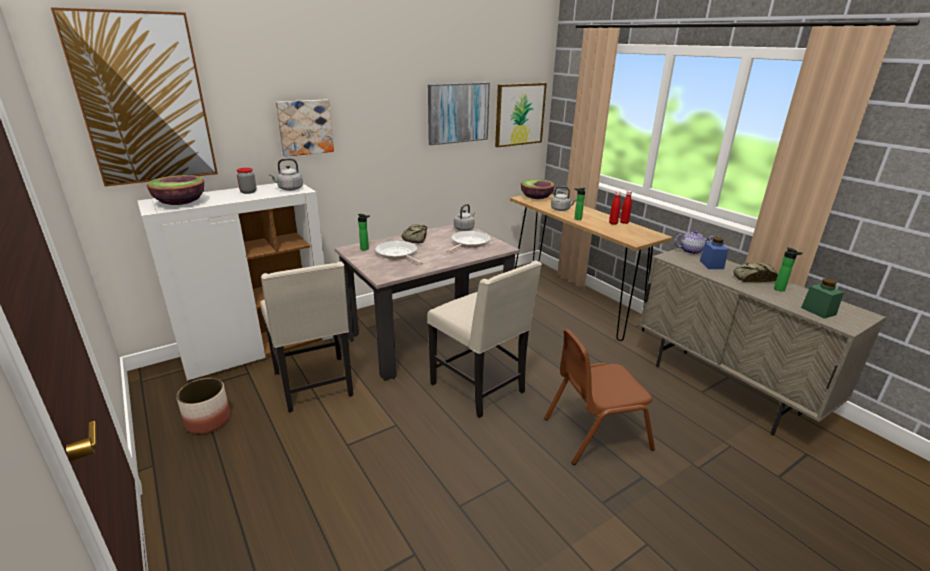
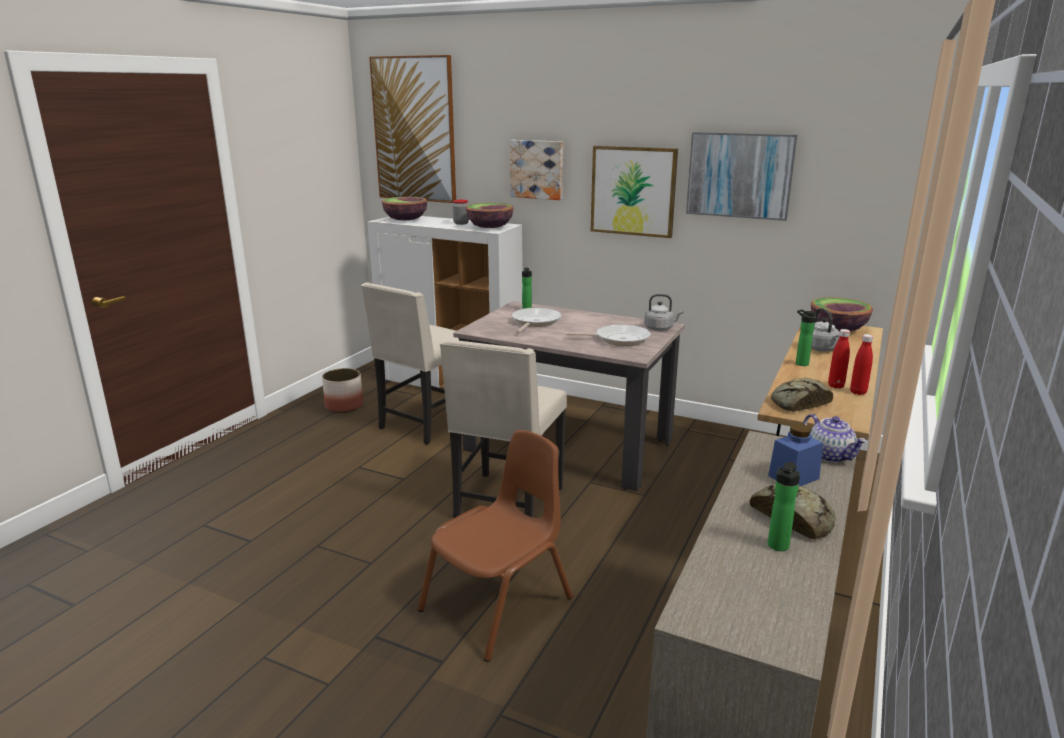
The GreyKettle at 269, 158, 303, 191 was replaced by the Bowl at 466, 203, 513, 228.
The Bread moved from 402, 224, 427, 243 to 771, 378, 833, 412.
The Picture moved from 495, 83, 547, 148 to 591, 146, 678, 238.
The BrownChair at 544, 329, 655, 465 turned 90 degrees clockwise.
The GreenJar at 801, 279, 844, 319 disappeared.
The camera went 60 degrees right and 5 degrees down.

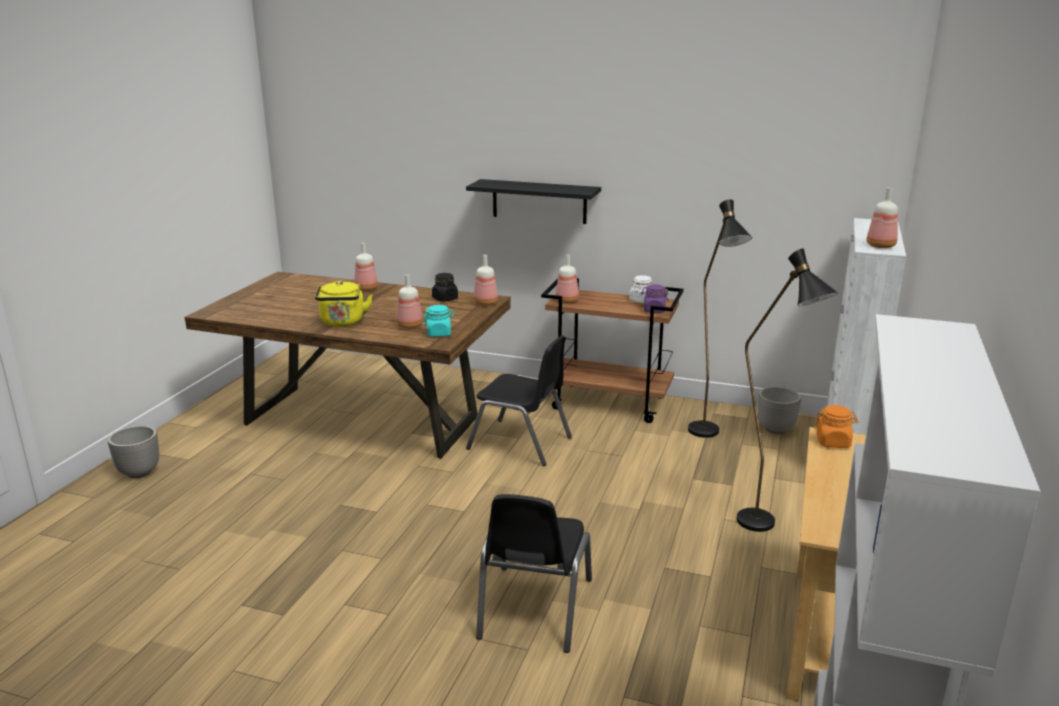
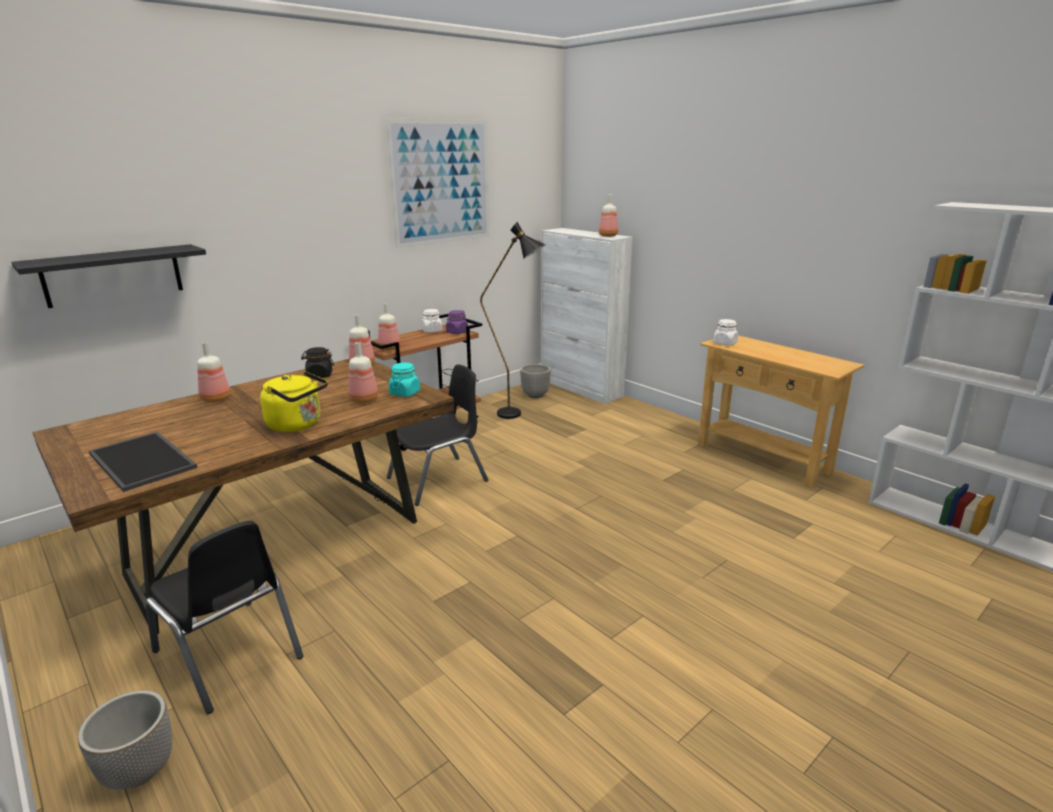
The BlackShelf moved from 466, 179, 601, 224 to 11, 244, 206, 308.
The BlackChair moved from 476, 494, 592, 653 to 145, 521, 303, 714.
The BlackFloorLamp at 737, 248, 838, 532 disappeared.
The OrangeJar at 814, 405, 858, 448 became the WhiteJar at 713, 319, 738, 346.
The Tray at 89, 432, 197, 492 appeared.
The Picture at 386, 119, 490, 248 appeared.
The camera went 60 degrees left and 0 degrees up.

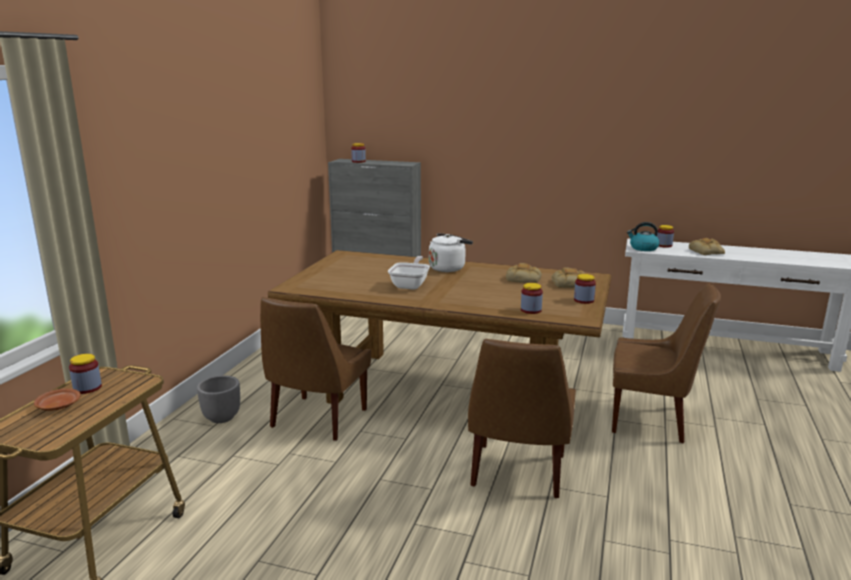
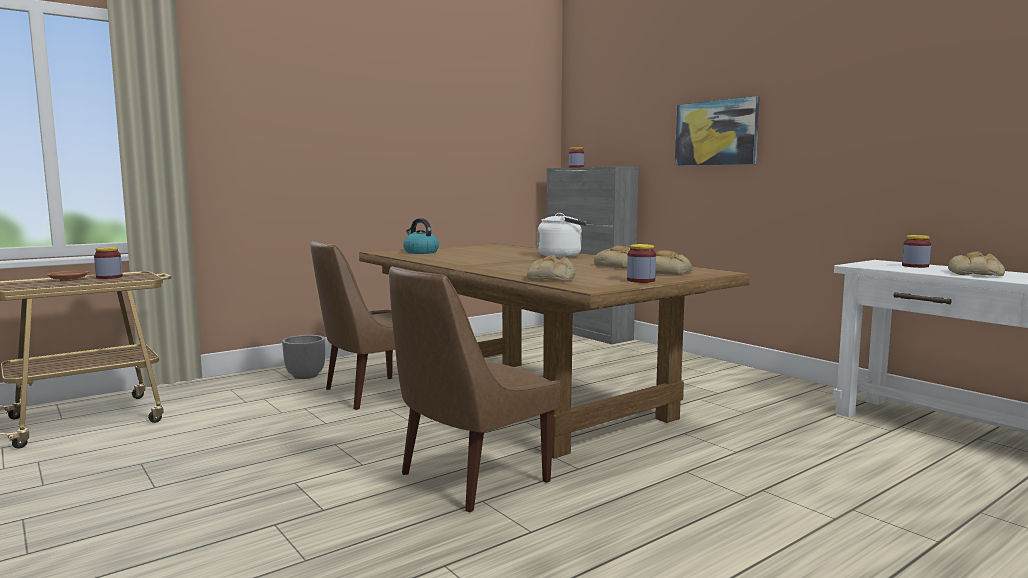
The FryingPan at 388, 256, 430, 290 disappeared.
The Jar at 521, 283, 543, 314 was replaced by the Bread at 527, 255, 576, 281.
The BrownChair at 612, 283, 721, 443 disappeared.
The Kettle moved from 627, 222, 660, 251 to 403, 218, 439, 254.
The Picture at 675, 96, 760, 166 appeared.
The camera went 35 degrees right and 10 degrees down.

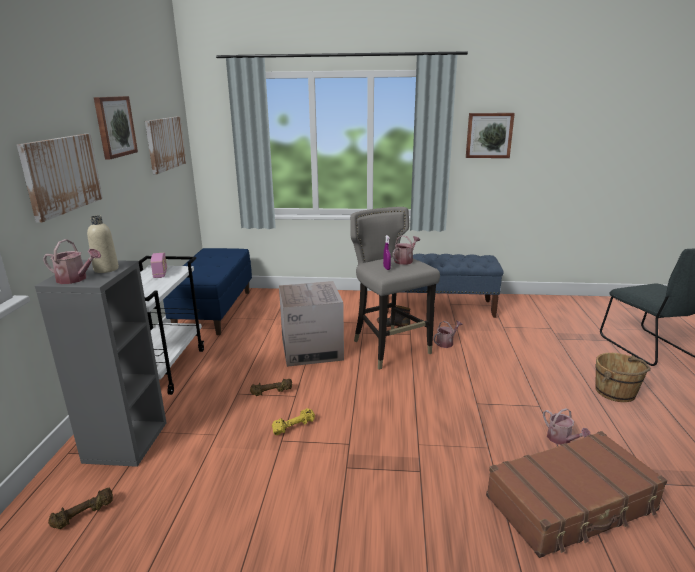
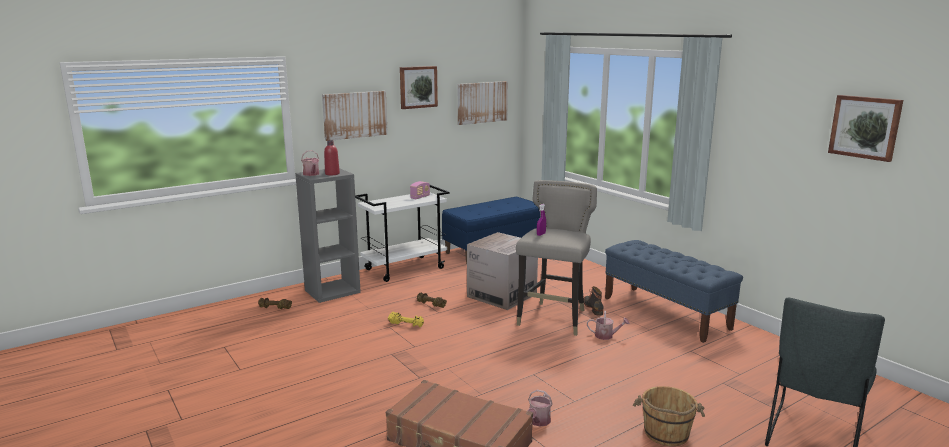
The BeigeBottle at 87, 215, 119, 273 became the RedBottle at 324, 140, 340, 175.
The WateringCan at 393, 235, 420, 265 disappeared.
The Picture moved from 466, 113, 515, 158 to 828, 95, 903, 162.
The camera went 50 degrees right and 5 degrees down.

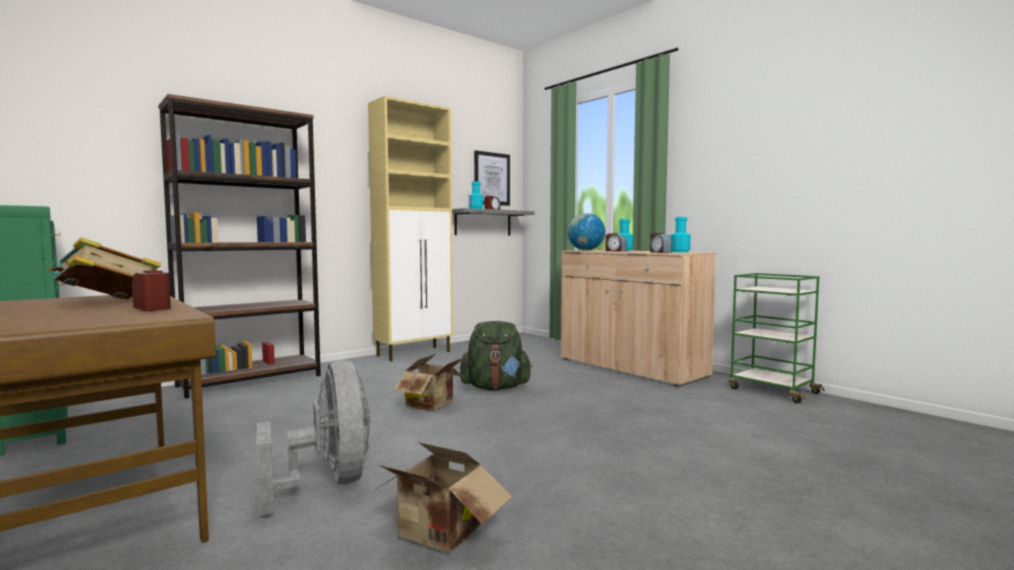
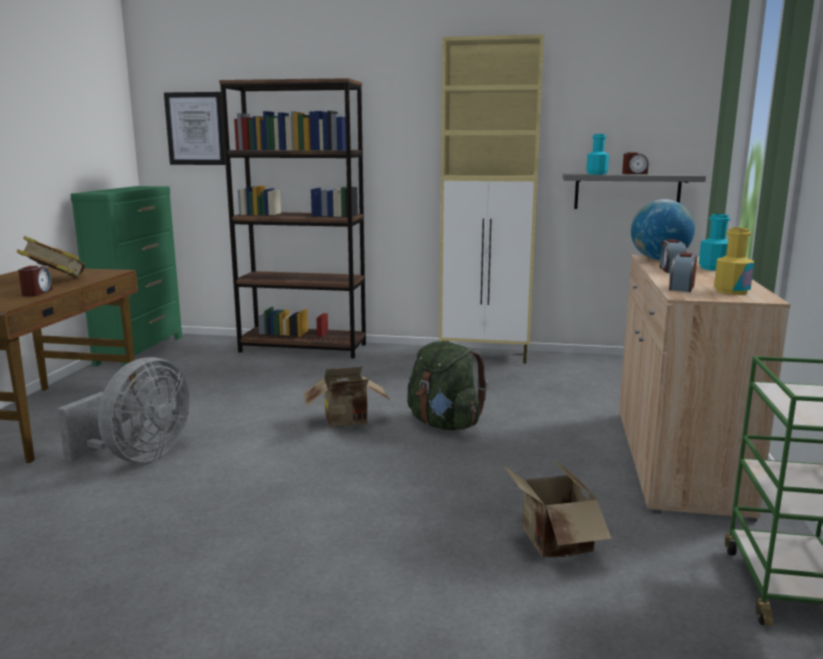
The CardboardBox moved from 373, 442, 512, 553 to 502, 459, 612, 558.
The Picture moved from 474, 150, 510, 206 to 164, 92, 226, 165.
The TurquoiseBottle at 671, 217, 691, 252 became the YellowBottle at 714, 227, 754, 295.
The camera went 50 degrees right and 10 degrees up.

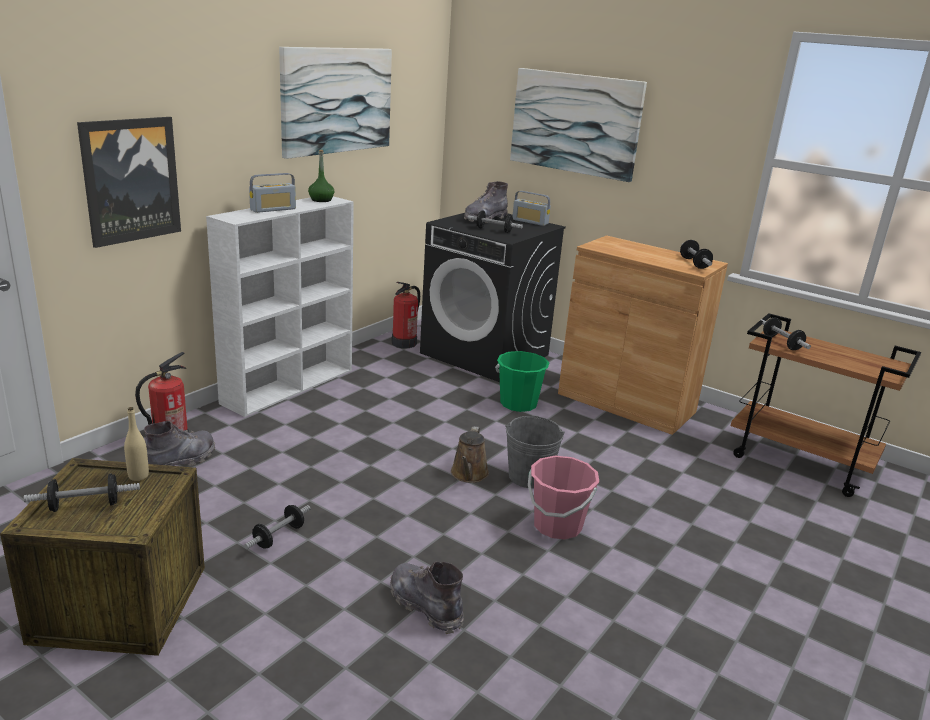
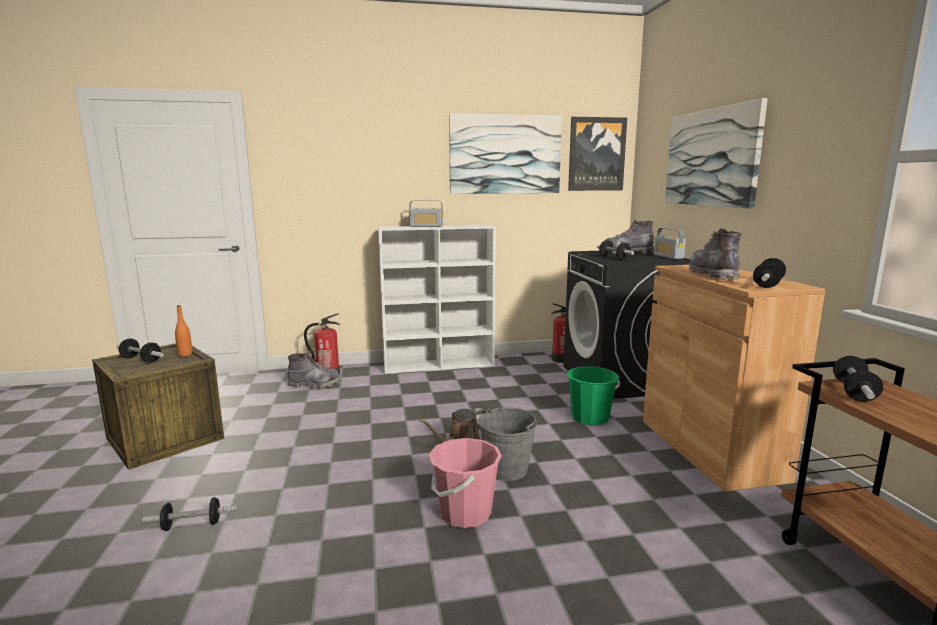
The Picture moved from 77, 117, 181, 248 to 568, 117, 627, 191.
The BeigeBottle at 124, 407, 149, 481 became the OrangeBottle at 175, 305, 192, 357.
The Dumbbell moved from 244, 505, 311, 549 to 142, 497, 237, 531.
The GreenBottle at 308, 150, 334, 202 disappeared.
The GreyBoot moved from 390, 562, 464, 634 to 689, 228, 742, 280.
The camera went 45 degrees right and 10 degrees down.

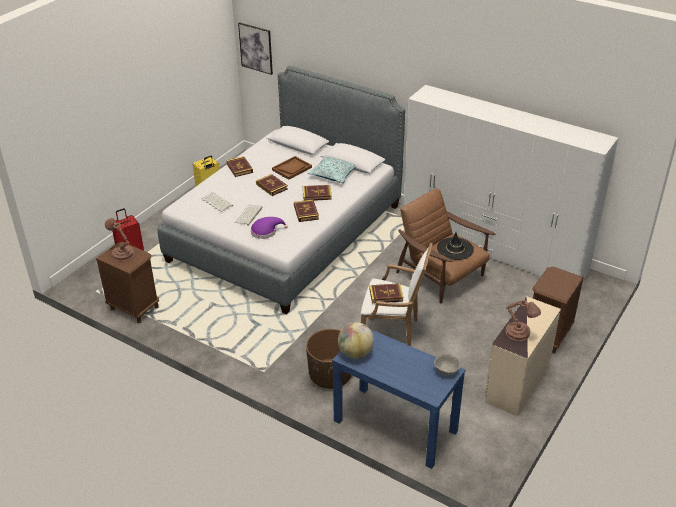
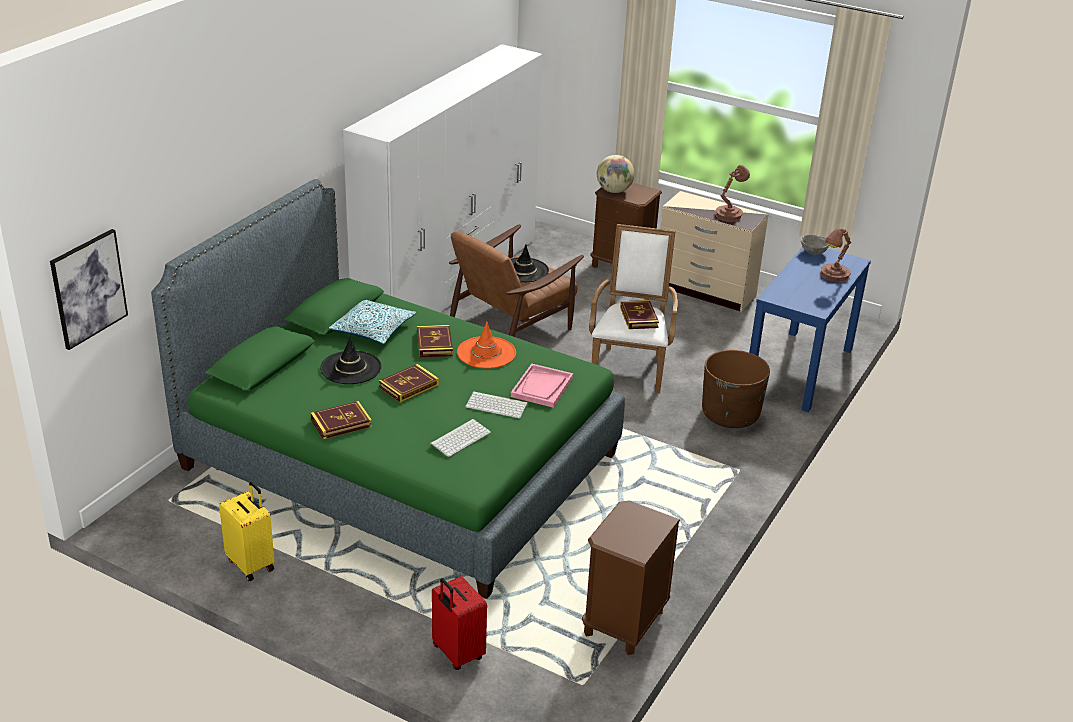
The BrownTableLamp moved from 105, 218, 134, 261 to 820, 228, 851, 282.
The GreyBed at 158, 66, 405, 315 became the GreenBed at 151, 179, 625, 599.
The PurpleHat at 251, 217, 288, 239 was replaced by the PinkTray at 511, 364, 573, 408.
The BrownTray at 272, 156, 312, 180 was replaced by the BlackHat at 320, 336, 382, 384.
The Book at 294, 200, 319, 222 was replaced by the OrangeHat at 457, 321, 516, 369.
The Globe moved from 338, 322, 374, 359 to 597, 155, 634, 193.
The camera went 95 degrees left and 5 degrees down.

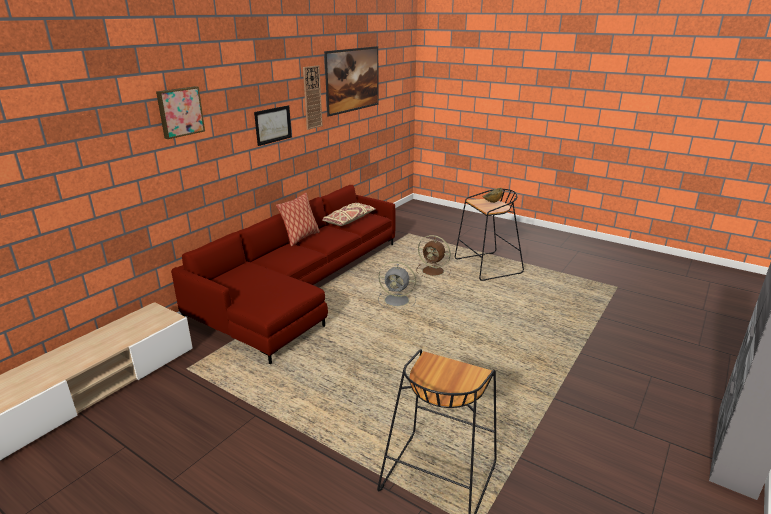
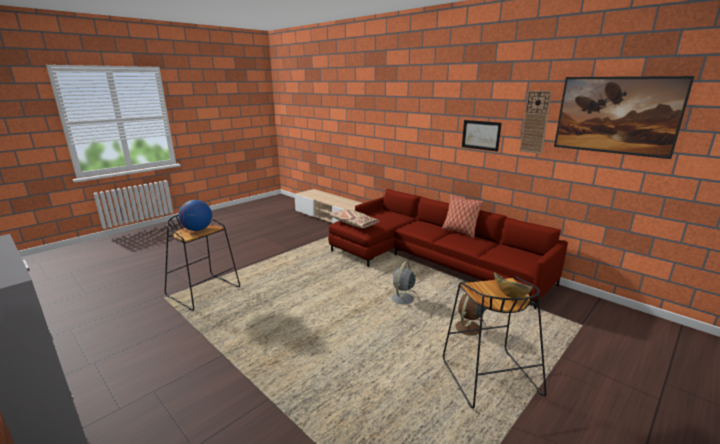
The Picture at 156, 86, 205, 139 disappeared.
The BeigePillow moved from 322, 203, 376, 226 to 330, 209, 380, 228.
The Globe at 178, 200, 212, 231 appeared.
The camera went 100 degrees right and 5 degrees down.

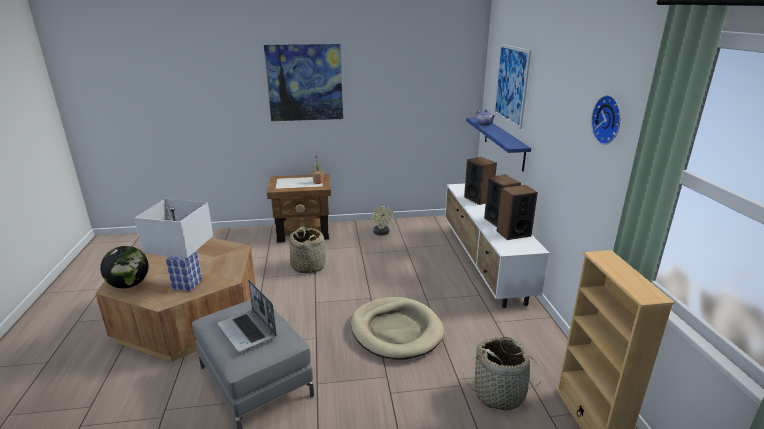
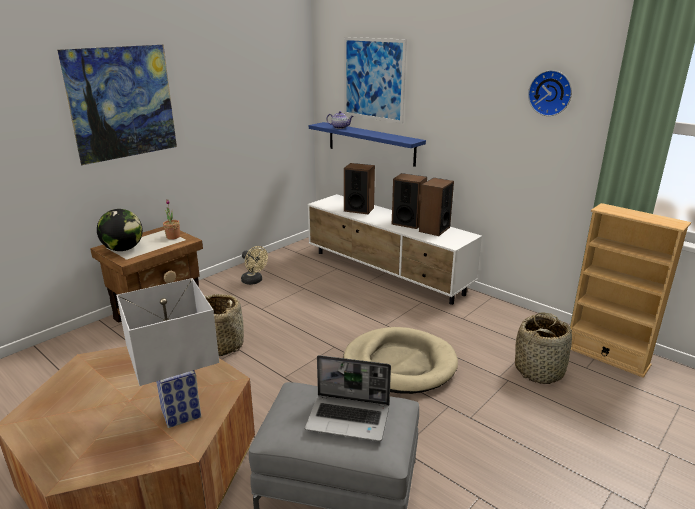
The Globe moved from 100, 246, 149, 288 to 97, 209, 143, 251.
The camera went 40 degrees left and 0 degrees up.

